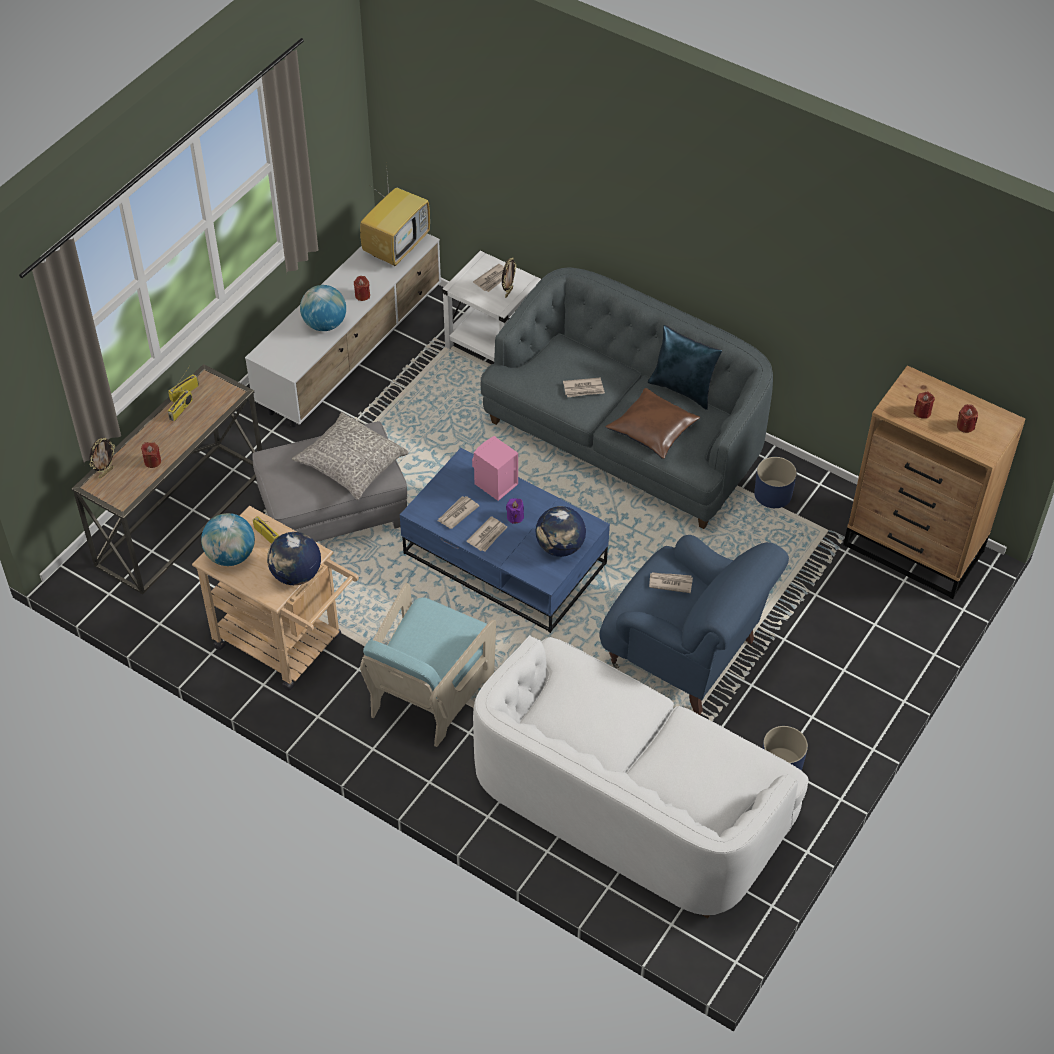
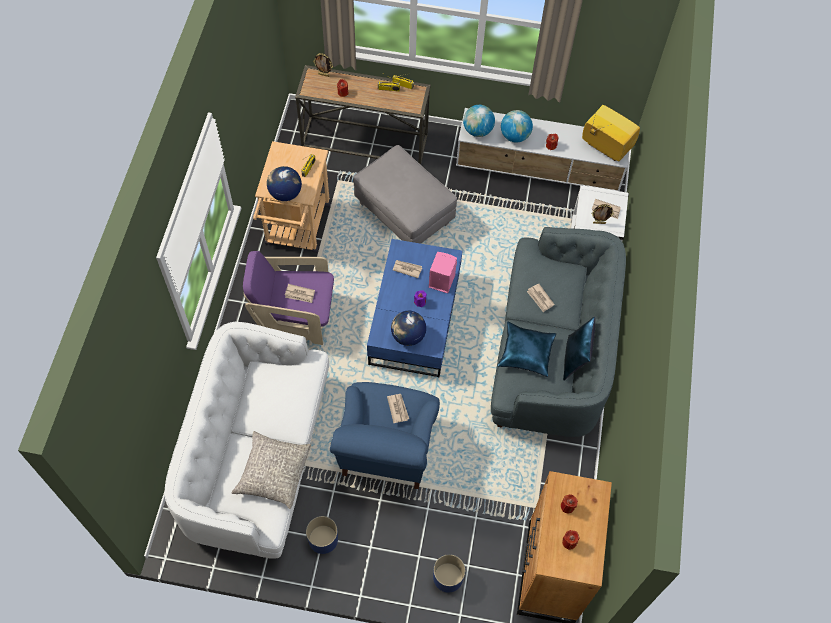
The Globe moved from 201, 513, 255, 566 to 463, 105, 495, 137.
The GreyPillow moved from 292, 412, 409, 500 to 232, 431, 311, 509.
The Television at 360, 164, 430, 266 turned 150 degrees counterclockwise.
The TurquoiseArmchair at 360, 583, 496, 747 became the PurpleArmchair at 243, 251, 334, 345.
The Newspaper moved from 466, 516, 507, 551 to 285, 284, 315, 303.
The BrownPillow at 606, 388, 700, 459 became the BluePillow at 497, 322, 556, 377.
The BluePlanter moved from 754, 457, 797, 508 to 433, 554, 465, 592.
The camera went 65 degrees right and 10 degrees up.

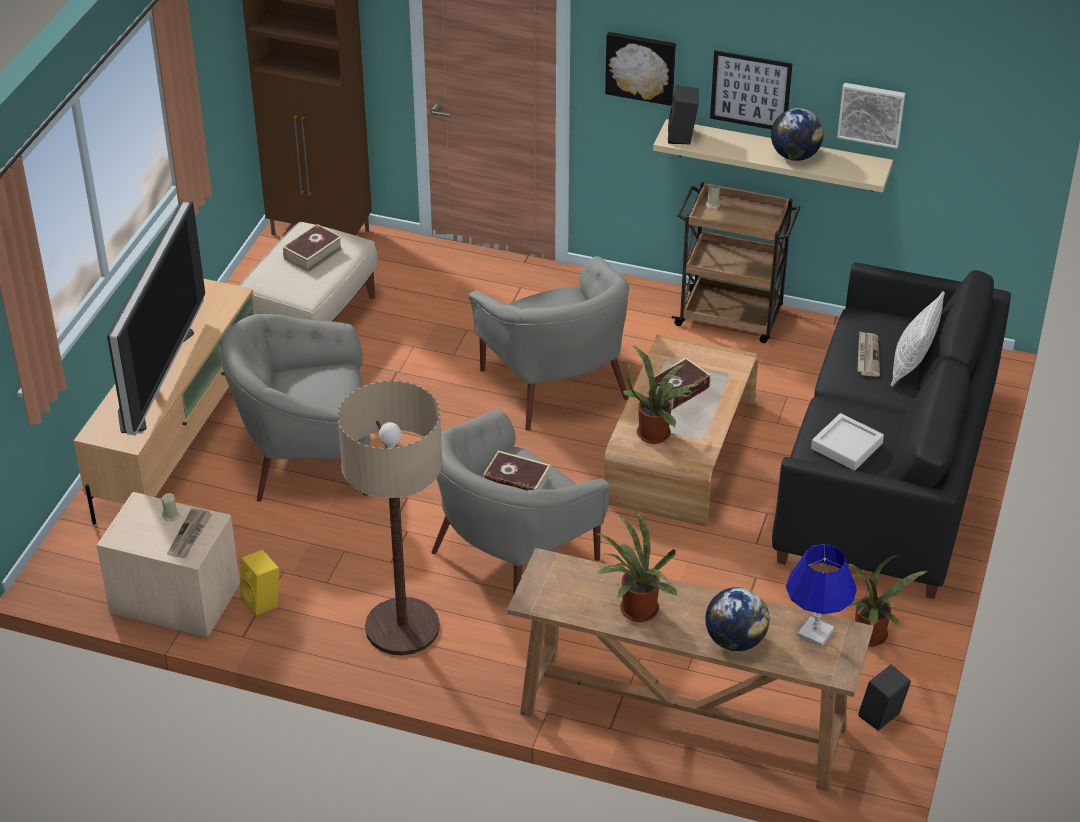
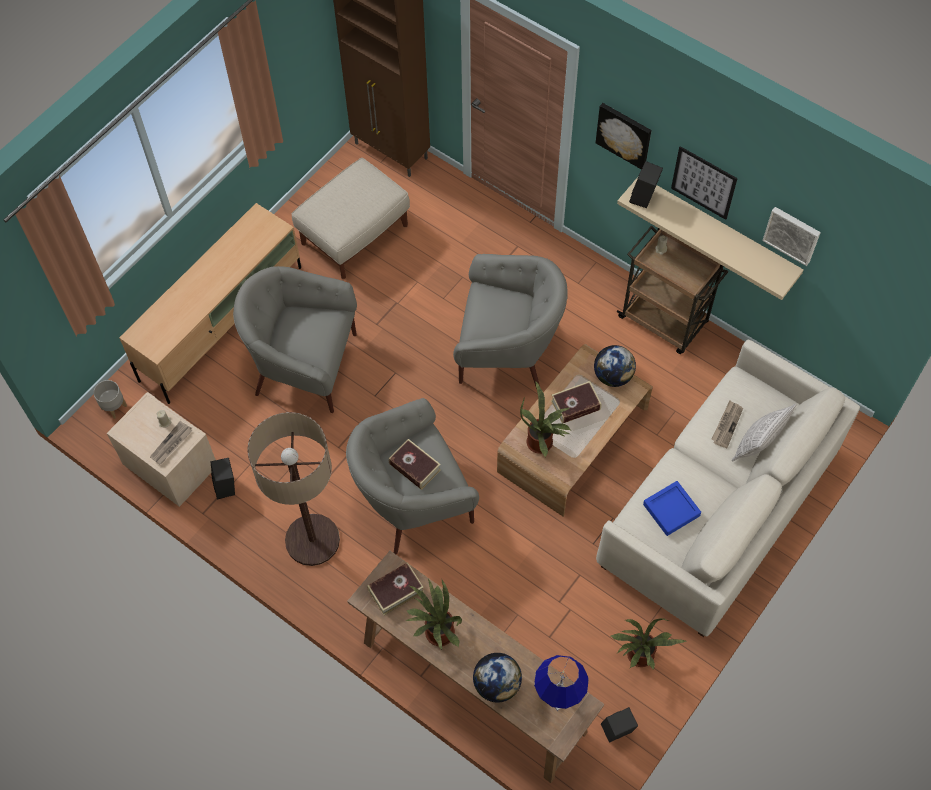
The Television at 107, 200, 205, 436 disappeared.
The YellowSpeaker at 240, 550, 279, 617 became the BlackSpeaker at 210, 458, 235, 499.
The Book moved from 283, 224, 343, 273 to 367, 562, 424, 616.
The GreyArmchair at 469, 256, 629, 431 turned 75 degrees counterclockwise.
The Globe moved from 771, 108, 824, 161 to 594, 345, 636, 387.
The BlackSofa at 772, 263, 1011, 599 became the WhiteSofa at 596, 340, 860, 637.
The GreyTray at 811, 413, 884, 471 became the BlueTray at 643, 481, 701, 536.
The GreyPlanter at 94, 380, 127, 419 appeared.
The camera went 20 degrees right and 20 degrees up.

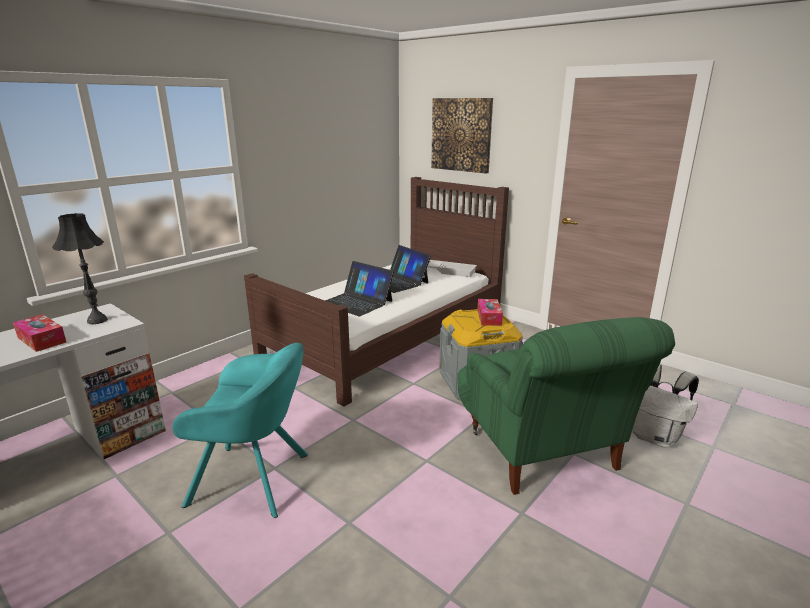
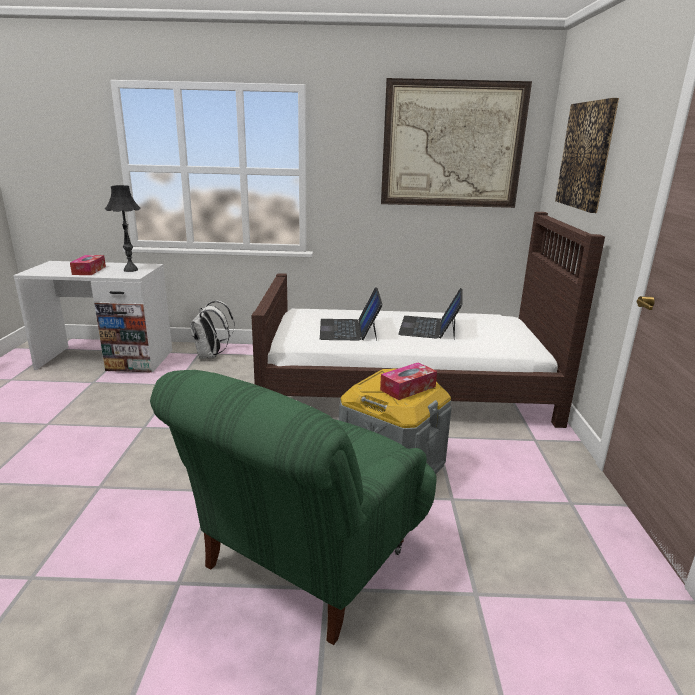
The TurquoiseArmchair at 172, 343, 308, 518 disappeared.
The WhiteTray at 427, 260, 477, 277 disappeared.
The WhiteBackpack moved from 632, 364, 699, 448 to 190, 301, 235, 359.
The Picture at 381, 78, 532, 208 appeared.
The camera went 50 degrees right and 0 degrees up.

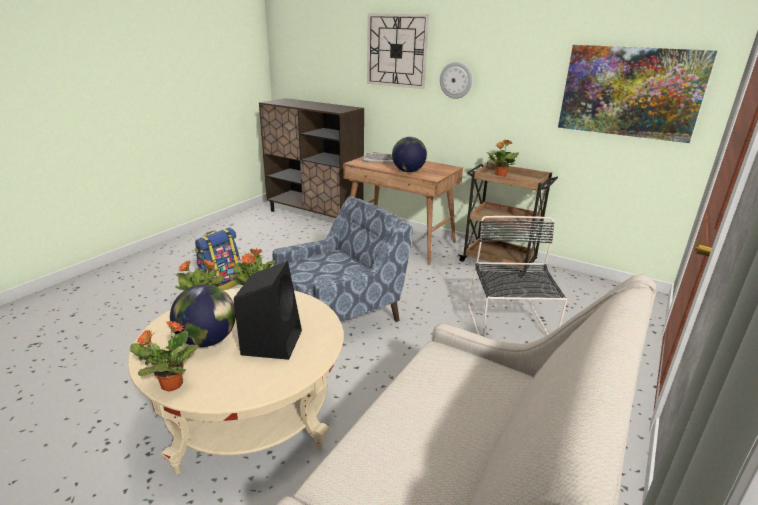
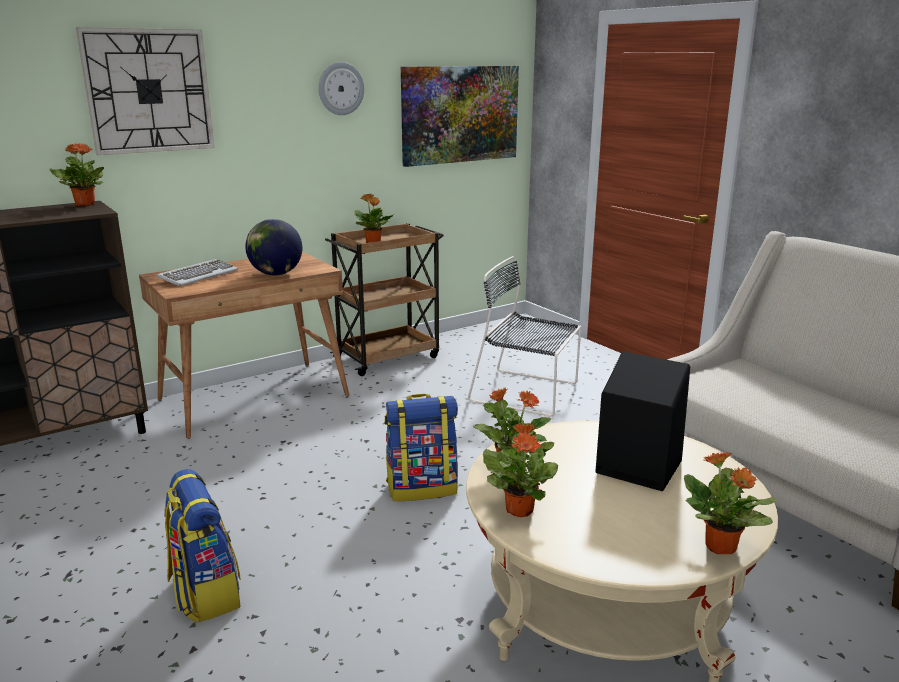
The Globe at 170, 284, 236, 347 disappeared.
The BlueArmchair at 272, 196, 413, 322 was replaced by the Backpack at 384, 394, 458, 501.
The WallClock moved from 440, 62, 472, 99 to 318, 62, 364, 115.
The PottedPlant at 49, 143, 104, 206 appeared.
The camera went 65 degrees left and 5 degrees down.

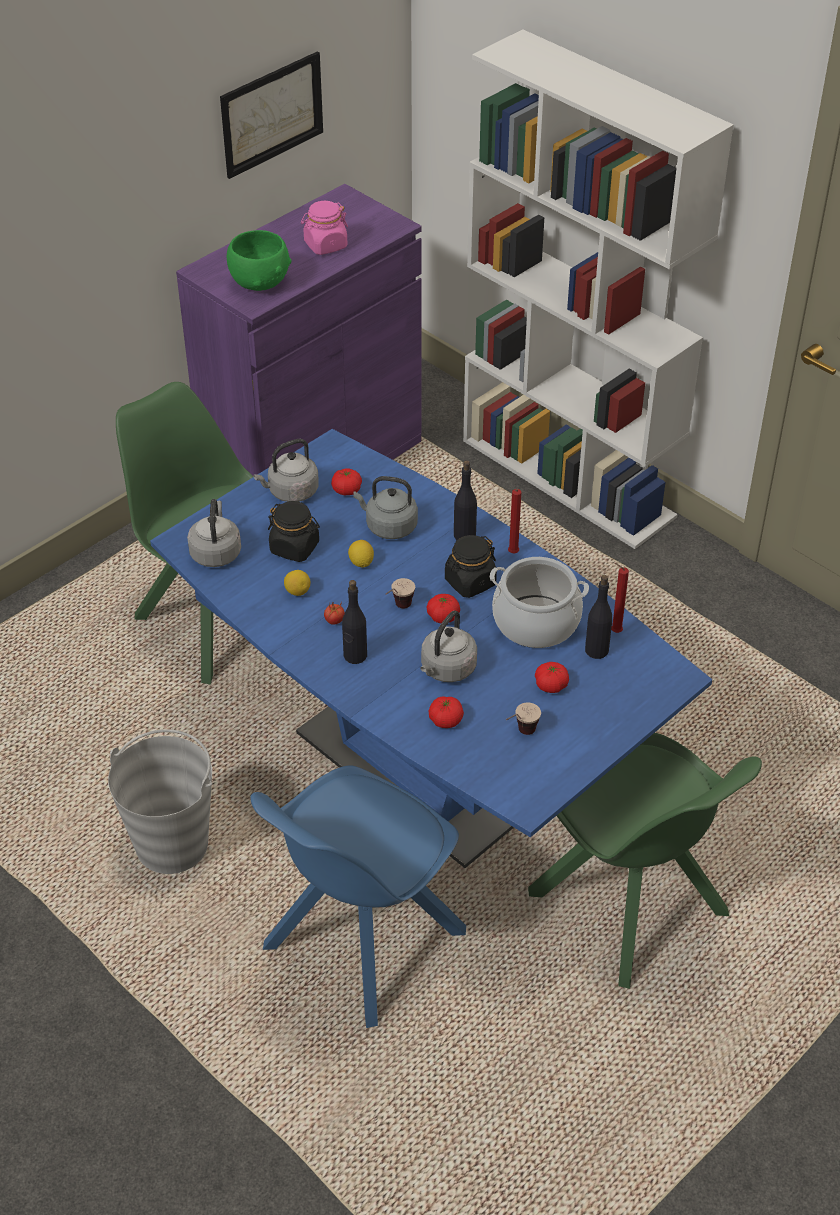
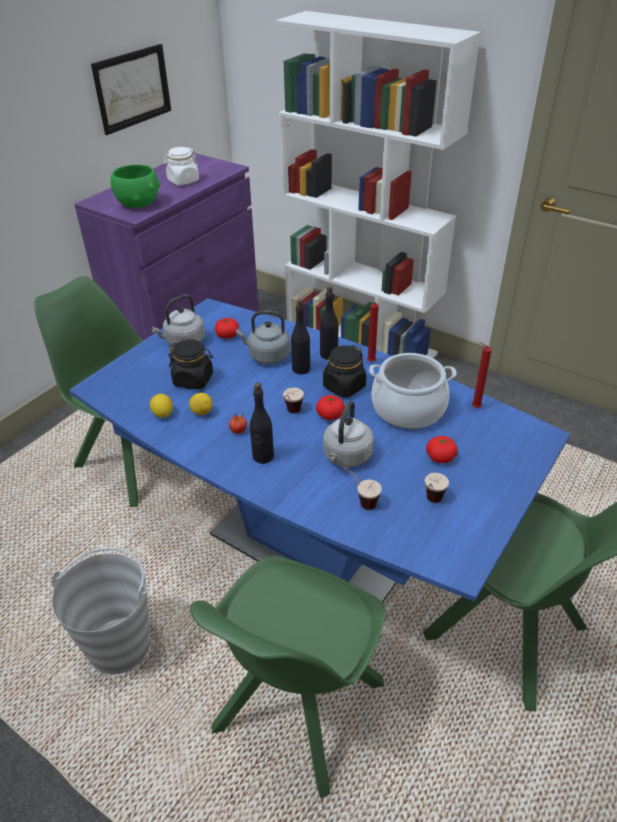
The GreyKettle at 187, 499, 241, 567 disappeared.
The BlueChair at 251, 766, 466, 1028 became the GreenChair at 190, 555, 385, 799.
The PinkJar at 301, 201, 348, 255 became the WhiteJar at 164, 147, 199, 185.
The Lemon moved from 348, 540, 374, 568 to 150, 394, 173, 418.
The Tomato at 429, 696, 464, 728 was replaced by the Cup at 341, 466, 382, 510.
The BlackBottle moved from 585, 575, 612, 659 to 291, 299, 310, 374.
The camera went 10 degrees left and 5 degrees down.

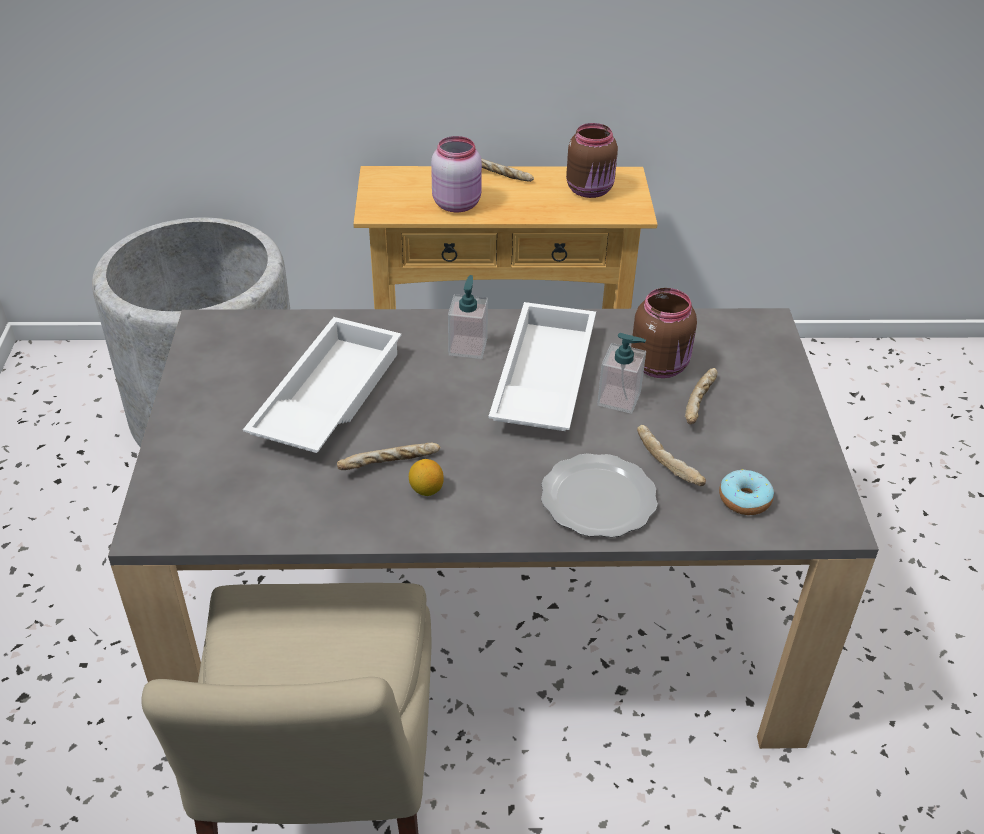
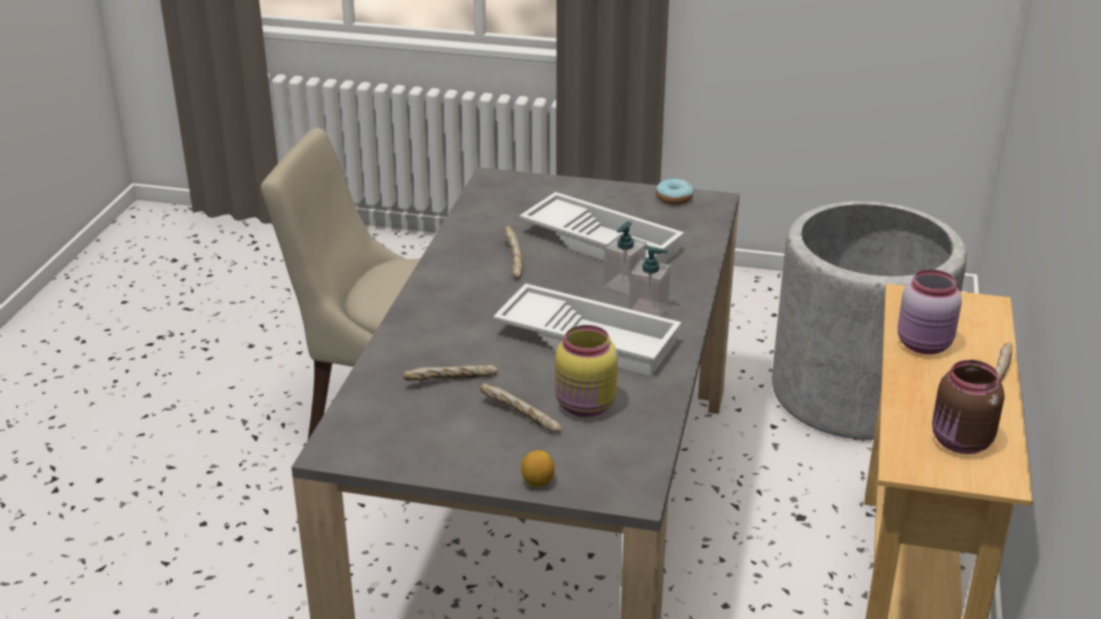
The Lemon moved from 409, 459, 444, 496 to 521, 450, 555, 487.
The Plate at 541, 453, 658, 538 disappeared.
The SoapDispenser moved from 597, 333, 646, 414 to 603, 221, 647, 295.
The BrownJar at 631, 288, 697, 378 became the YellowJar at 555, 325, 618, 417.
The Donut moved from 719, 469, 774, 515 to 656, 178, 693, 205.
The camera went 105 degrees right and 10 degrees down.

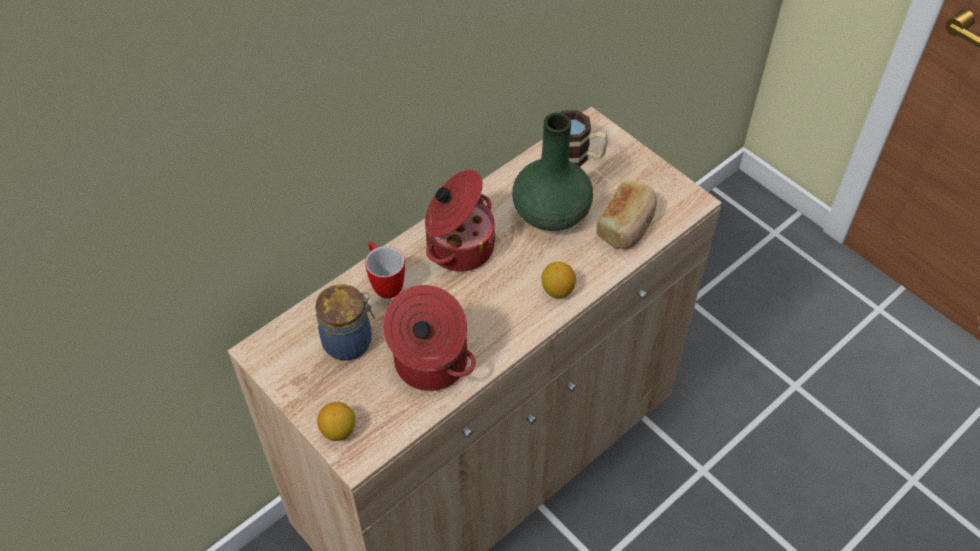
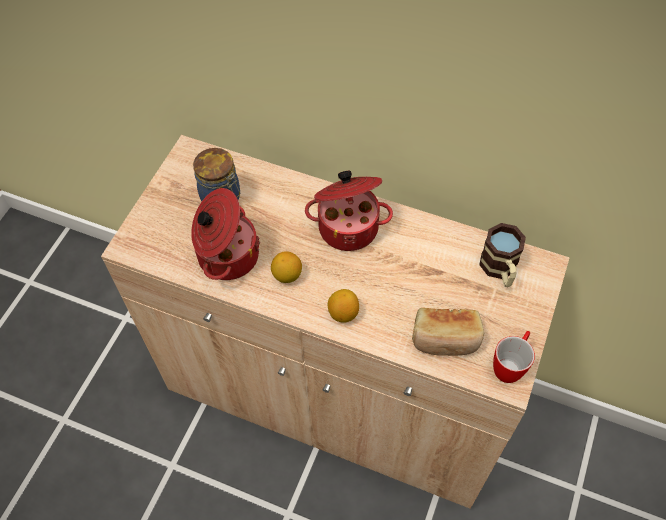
The Lemon moved from 317, 402, 355, 441 to 271, 251, 302, 283.
The Mug moved from 365, 242, 405, 299 to 493, 331, 535, 383.
The GreenVase at 512, 113, 593, 231 disappeared.
The camera went 65 degrees right and 5 degrees up.

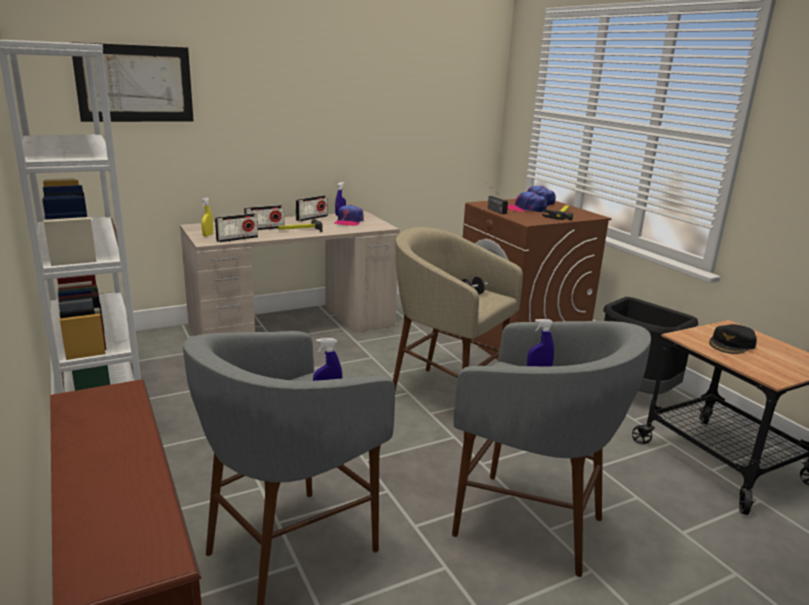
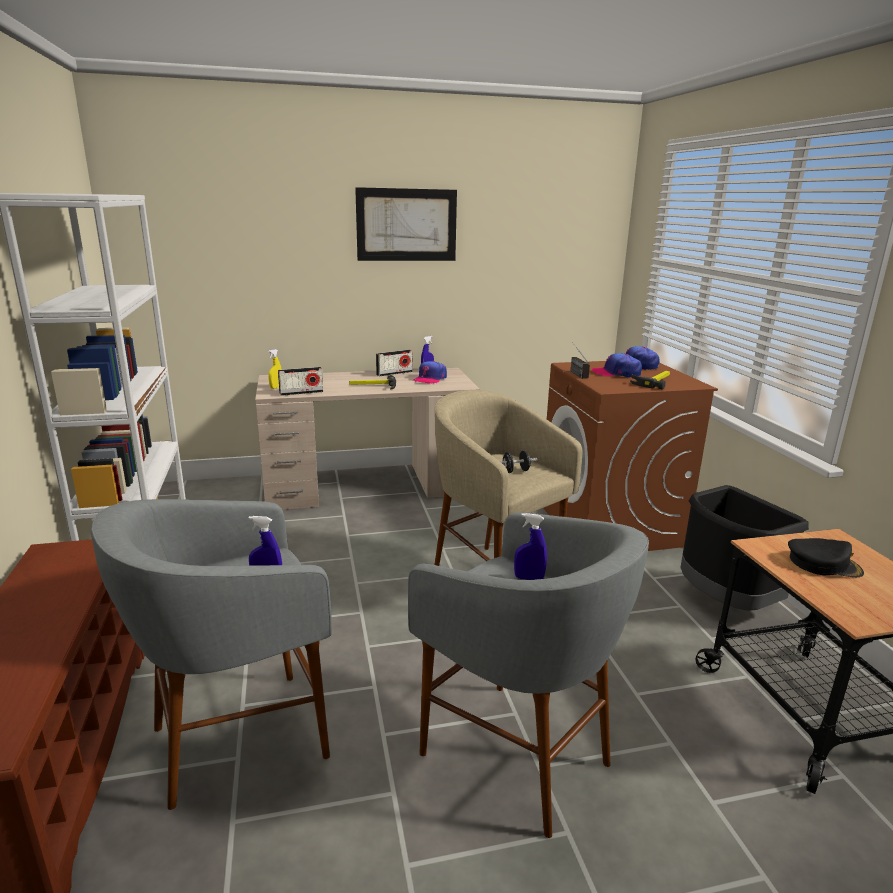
The Picture moved from 70, 42, 194, 122 to 355, 187, 457, 261.
The Radio at 244, 205, 285, 230 disappeared.
The BlackCap at 709, 324, 757, 354 turned 135 degrees counterclockwise.
The camera went 15 degrees right and 0 degrees up.

